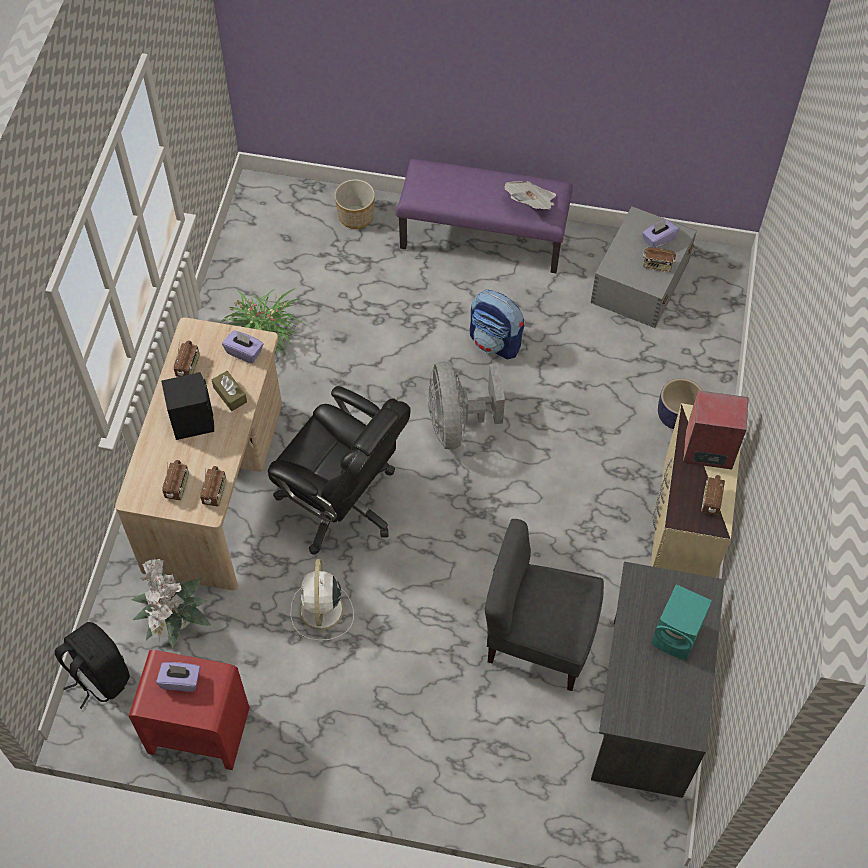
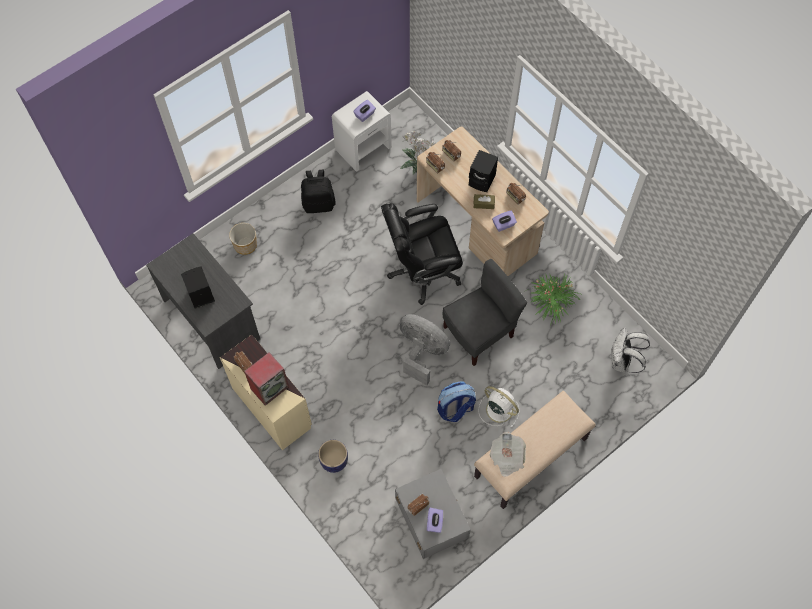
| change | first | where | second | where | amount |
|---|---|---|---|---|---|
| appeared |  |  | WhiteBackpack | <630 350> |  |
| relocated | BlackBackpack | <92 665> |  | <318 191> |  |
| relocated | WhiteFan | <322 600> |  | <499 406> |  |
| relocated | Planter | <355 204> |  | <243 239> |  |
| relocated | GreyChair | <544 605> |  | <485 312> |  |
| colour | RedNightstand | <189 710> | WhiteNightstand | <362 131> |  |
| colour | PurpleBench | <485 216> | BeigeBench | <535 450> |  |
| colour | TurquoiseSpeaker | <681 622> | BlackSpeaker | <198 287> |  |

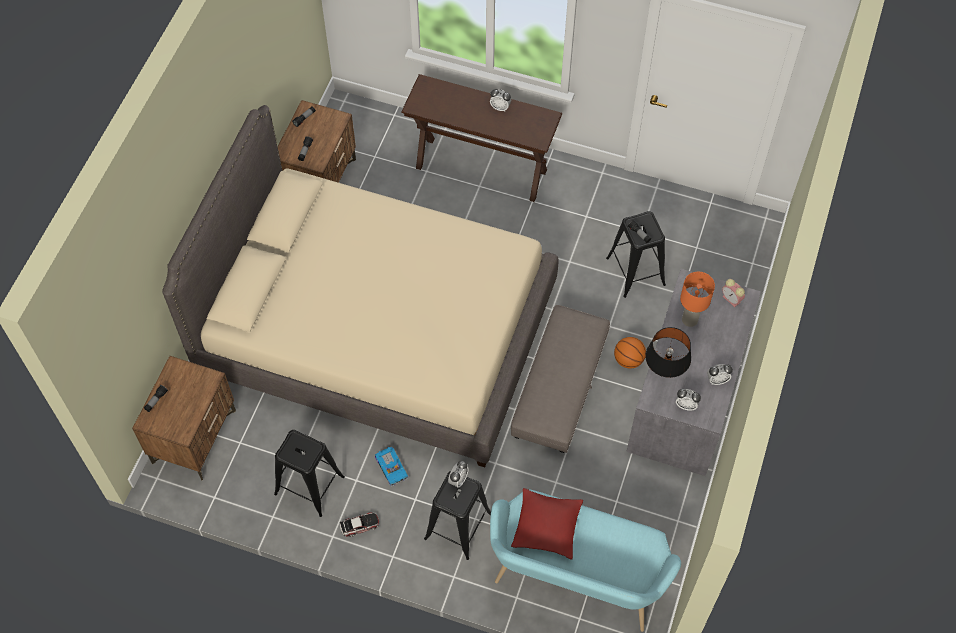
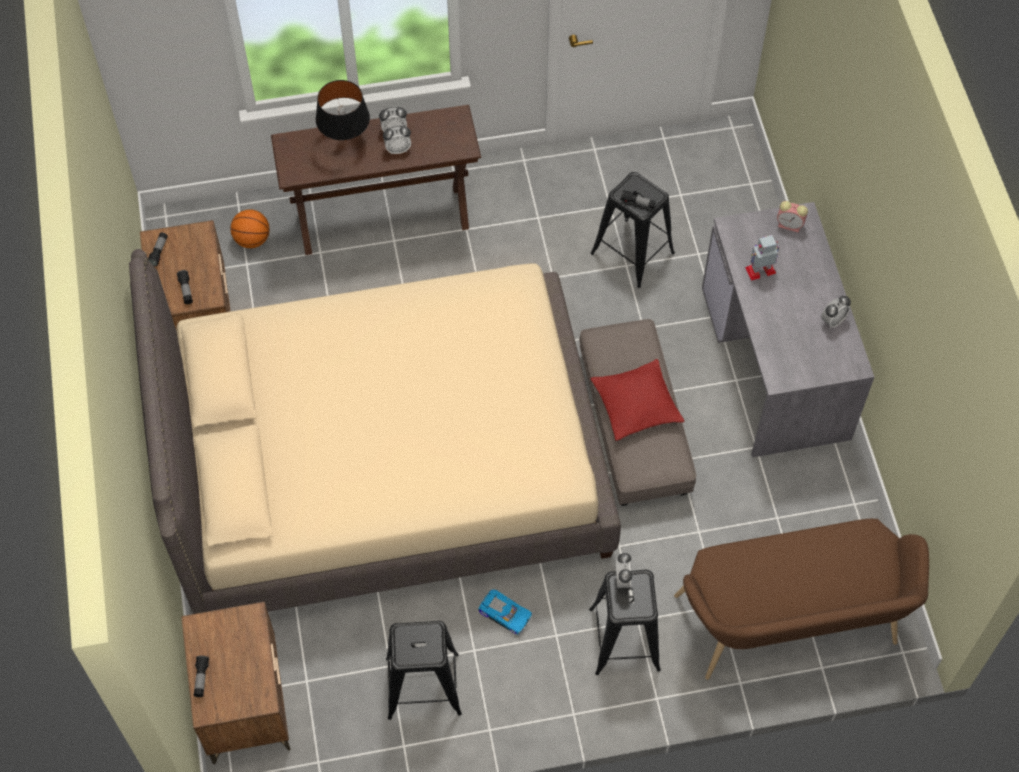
| change | first | where | second | where | amount |
|---|---|---|---|---|---|
| missing | ToyCar | <359 524> |  |  |  |
| relocated | RedPillow | <547 524> |  | <637 400> |  |
| relocated | Basketball | <630 353> |  | <250 228> |  |
| relocated | BlackTableLamp | <668 352> |  | <343 110> |  |
| relocated | AlarmClock | <688 400> |  | <397 140> |  |
| exchanged | OrangeTableLamp | <697 299> | ToyRobot | <762 257> |  |
| colour | TurquoiseBench | <585 560> | BrownBench | <801 599> |  |

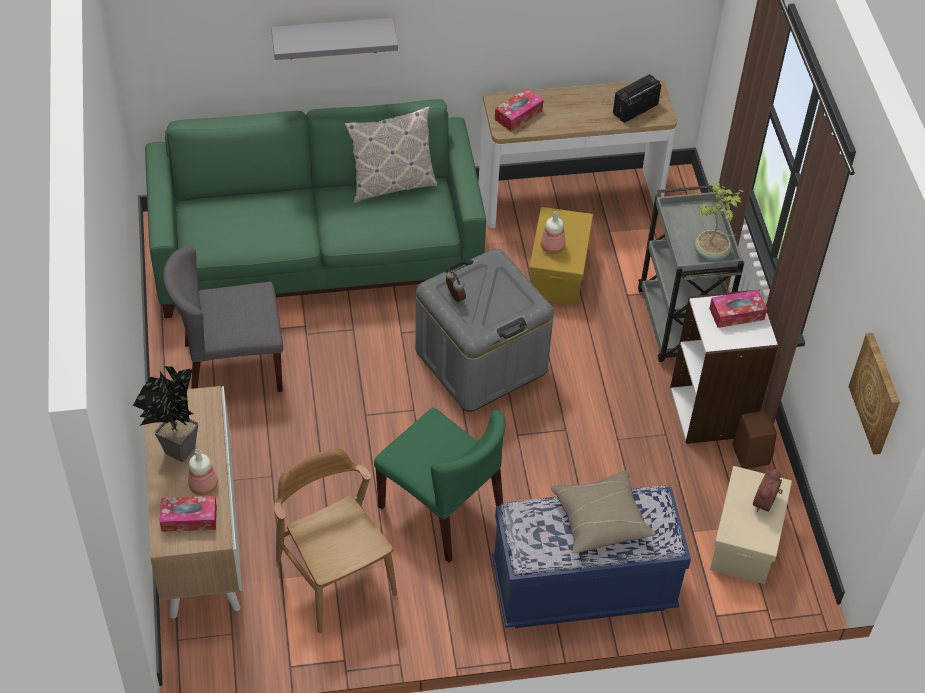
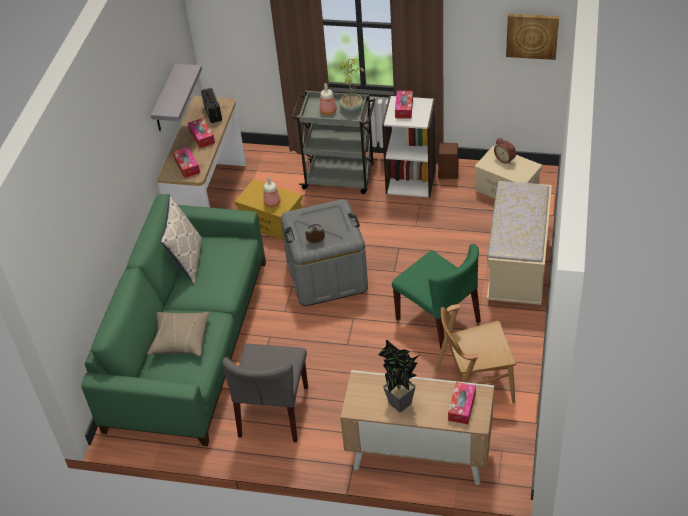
| change | first | where | second | where | amount |
|---|---|---|---|---|---|
| appeared |  |  | TissueBox | <201 133> |  |
| relocated | Bottle | <203 472> |  | <328 99> |  |
| relocated | GreyShelf | <334 39> |  | <176 97> |  |
| relocated | BeigePillow | <603 511> |  | <178 333> |  |
| colour | BlueBench | <591 557> | BeigeBench | <519 243> |  |
| spun | GreenChair | <439 485> |  | <436 298> | 75 degrees clockwise |

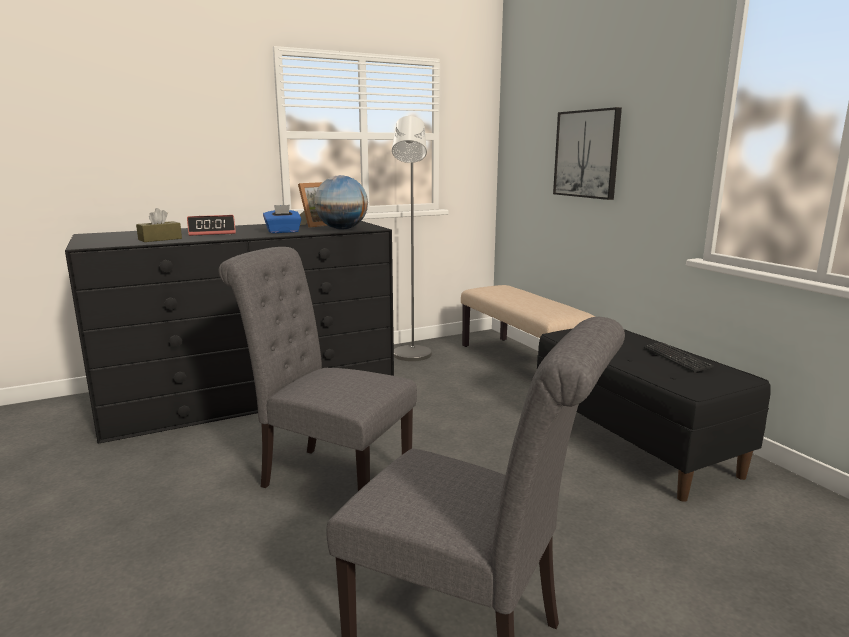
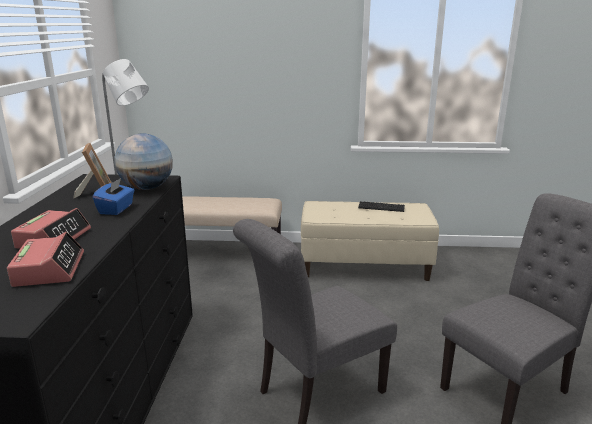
| change | first | where | second | where | amount |
|---|---|---|---|---|---|
| missing | Picture | <587 153> |  |  |  |
| exchanged | BrownTissueBox | <159 225> | AlarmClock | <45 259> |  |
| colour | BlackBench | <654 415> | BeigeBench | <370 241> |  |

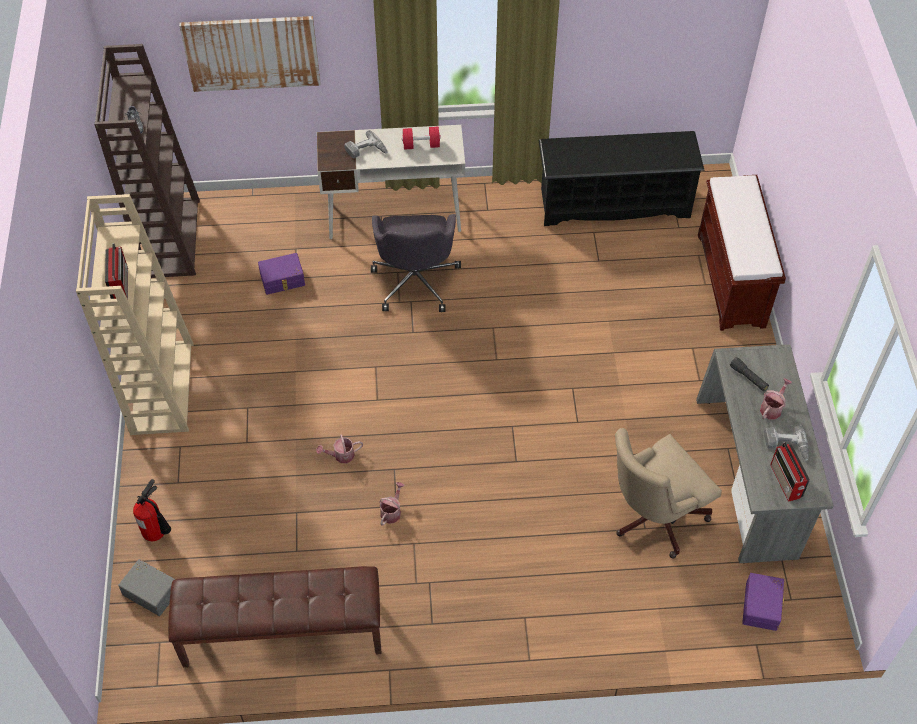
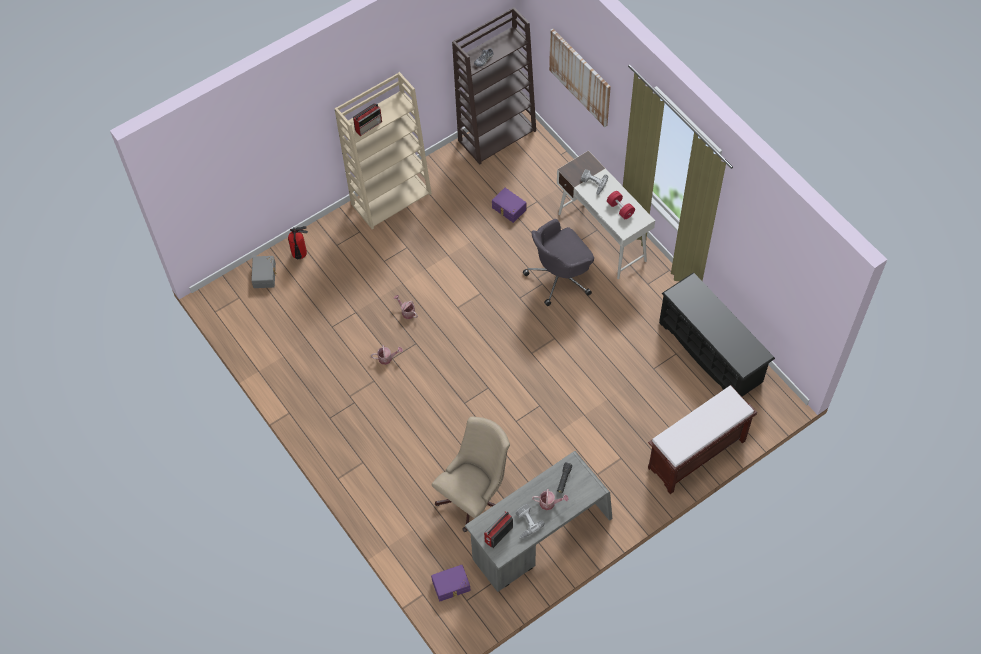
| change | first | where | second | where | amount |
|---|---|---|---|---|---|
| missing | BrownBench | <274 616> |  |  |  |
| spun | BeigeOfficeChair | <668 493> |  | <471 474> | 105 degrees clockwise |

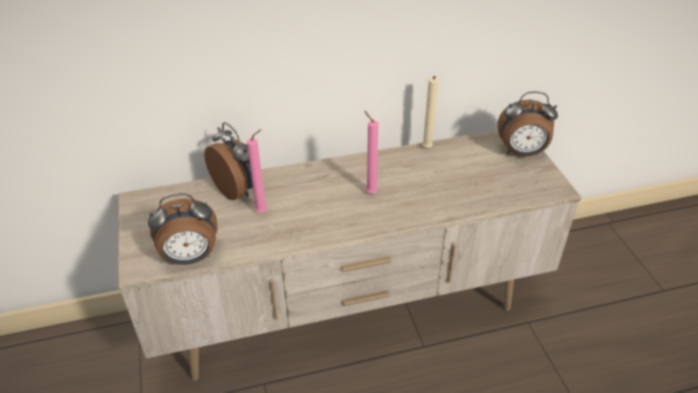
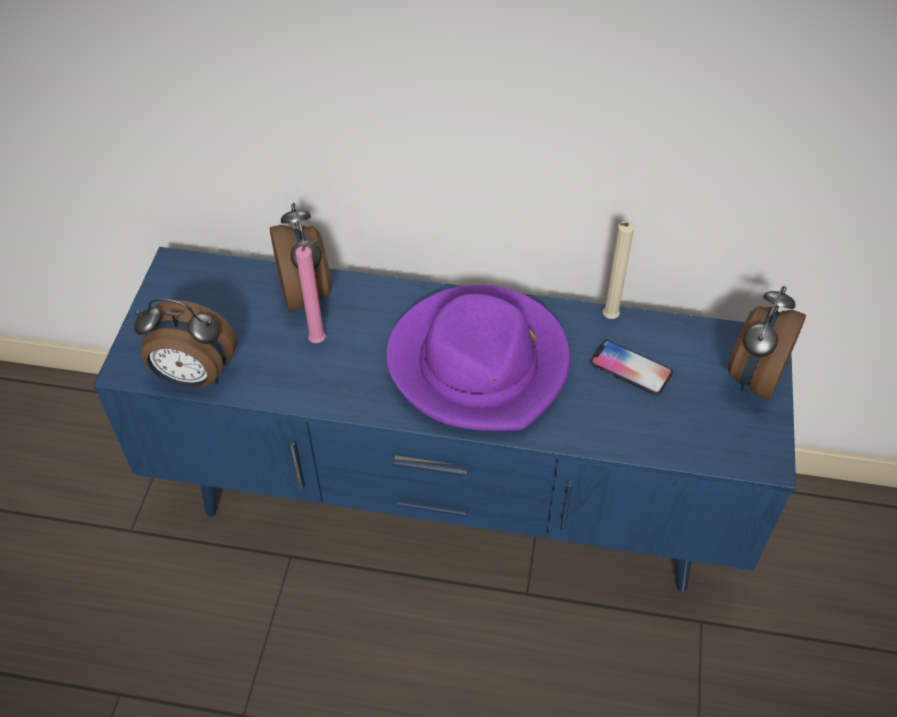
| change | first | where | second | where | amount |
|---|---|---|---|---|---|
| appeared |  |  | Phone | <631 367> |  |
| exchanged | PinkCandle | <371 152> | PurpleHat | <479 358> |  |
| colour | BeigeTvStand | <350 255> | BlueTvStand | <444 419> |  |
| spun | AlarmClock | <527 124> |  | <767 343> | 90 degrees clockwise |

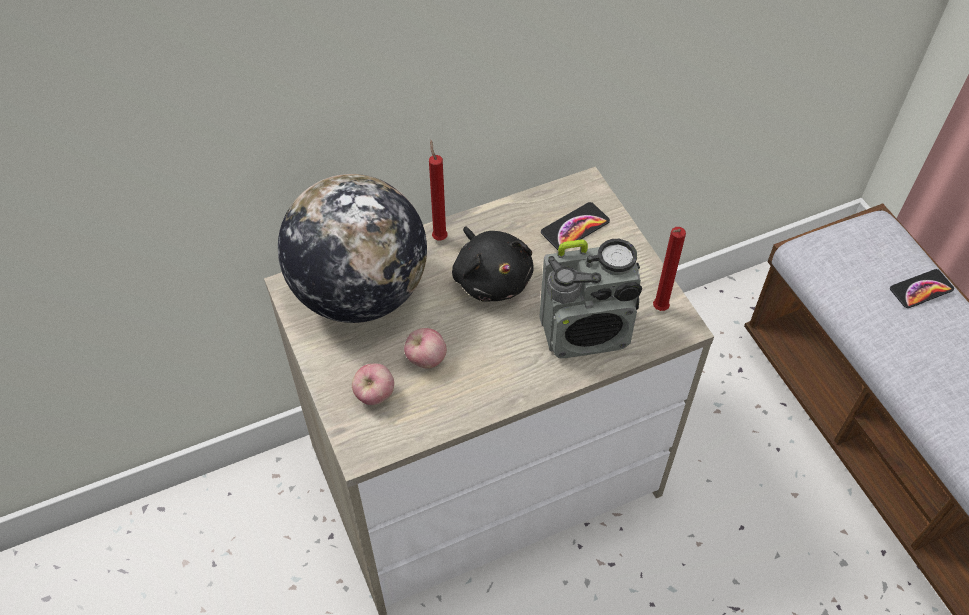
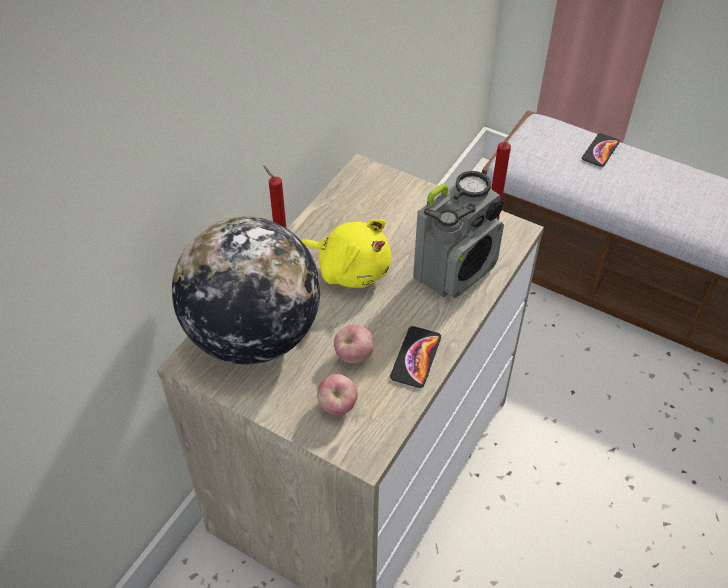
| change | first | where | second | where | amount |
|---|---|---|---|---|---|
| relocated | Phone | <575 226> |  | <415 357> |  |
| colour | BlackPlushToy | <493 264> | YellowPlushToy | <346 253> |  |

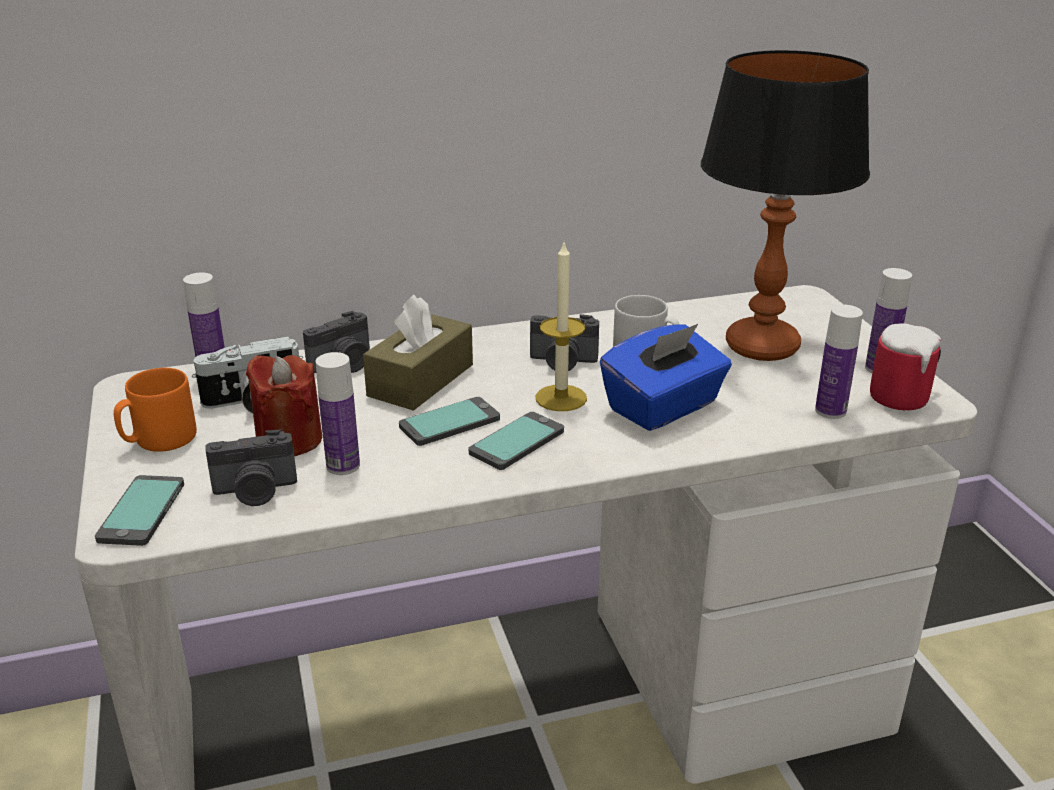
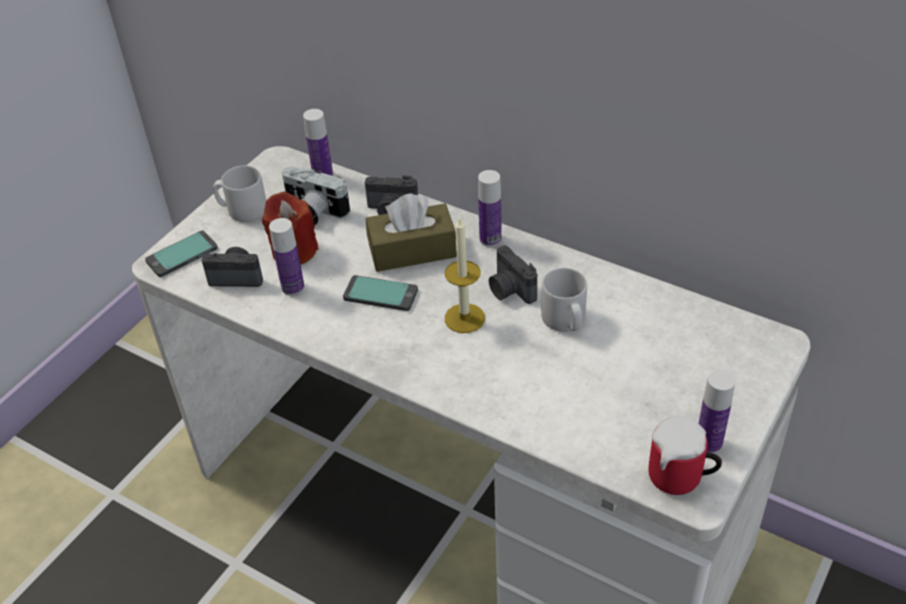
| change | first | where | second | where | amount |
|---|---|---|---|---|---|
| missing | Phone | <516 441> |  |  |  |
| missing | BlueTissueBox | <666 377> |  |  |  |
| missing | TableLamp | <785 205> |  |  |  |
| relocated | Bottle | <839 362> |  | <490 208> |  |
| colour | OrangeMug | <155 410> | GreyMug | <240 193> |  |
| spun | PhotoCamera | <251 467> |  | <232 267> | 150 degrees clockwise |

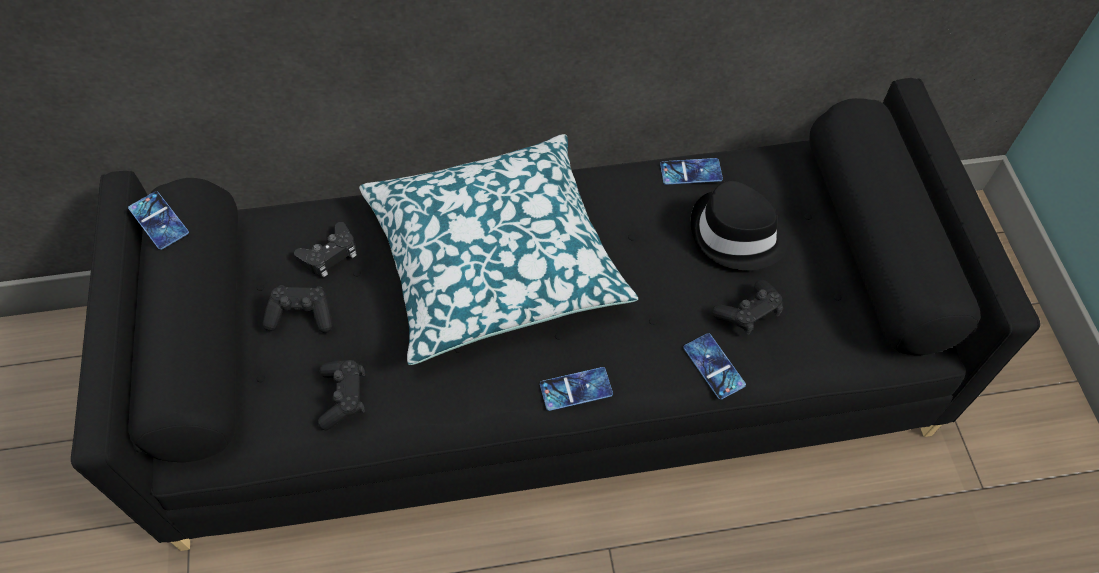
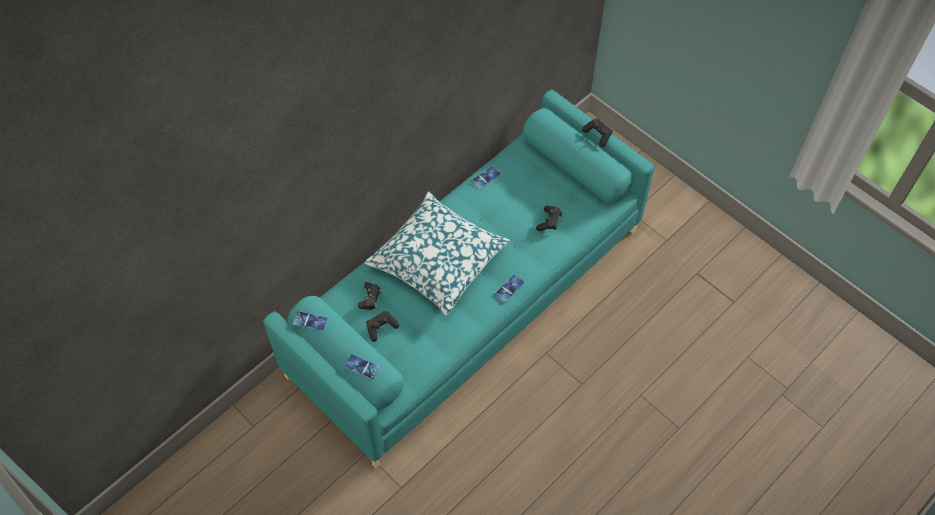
| change | first | where | second | where | amount |
|---|---|---|---|---|---|
| missing | BlackHat | <739 225> |  |  |  |
| relocated | BlackGameController | <341 395> |  | <597 132> |  |
| relocated | Phone | <714 366> |  | <362 367> |  |
| colour | BlackSofa | <555 314> | TurquoiseSofa | <459 278> |  |

